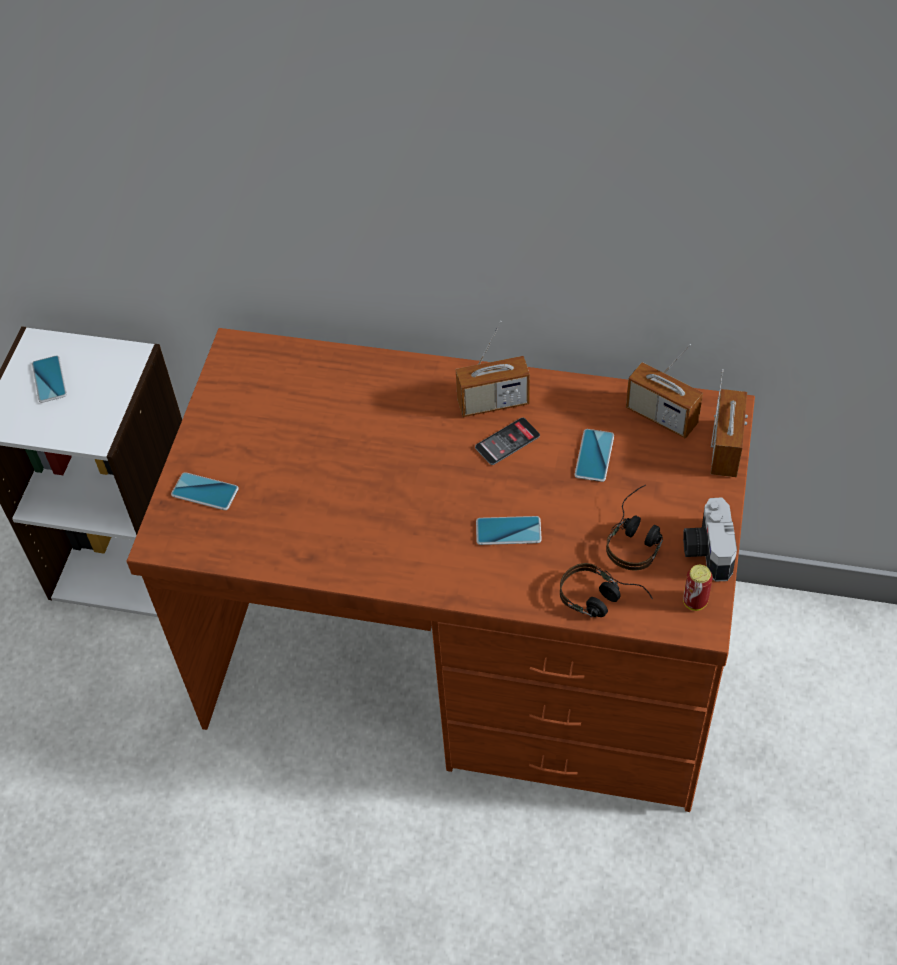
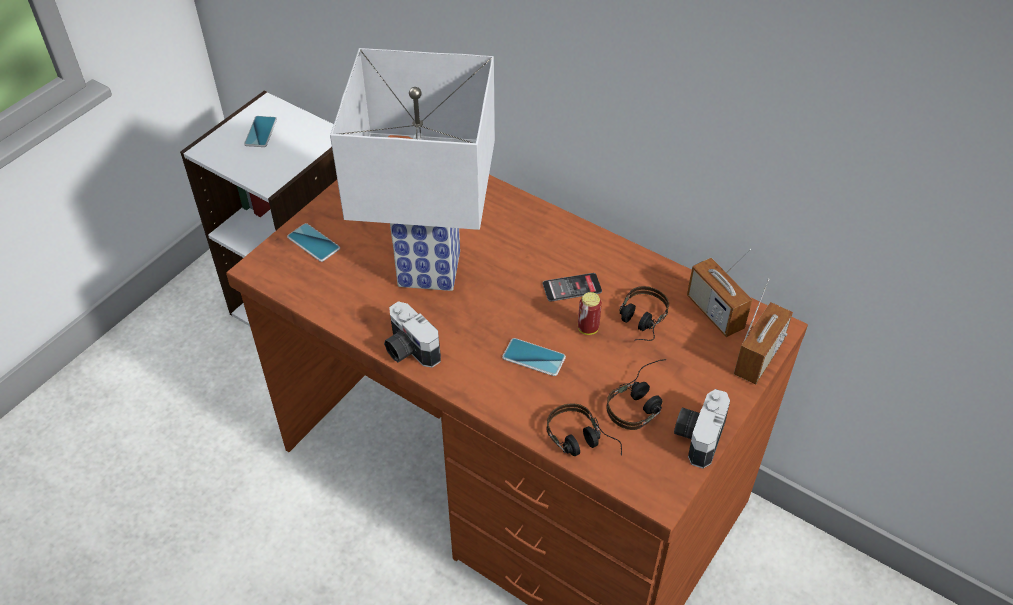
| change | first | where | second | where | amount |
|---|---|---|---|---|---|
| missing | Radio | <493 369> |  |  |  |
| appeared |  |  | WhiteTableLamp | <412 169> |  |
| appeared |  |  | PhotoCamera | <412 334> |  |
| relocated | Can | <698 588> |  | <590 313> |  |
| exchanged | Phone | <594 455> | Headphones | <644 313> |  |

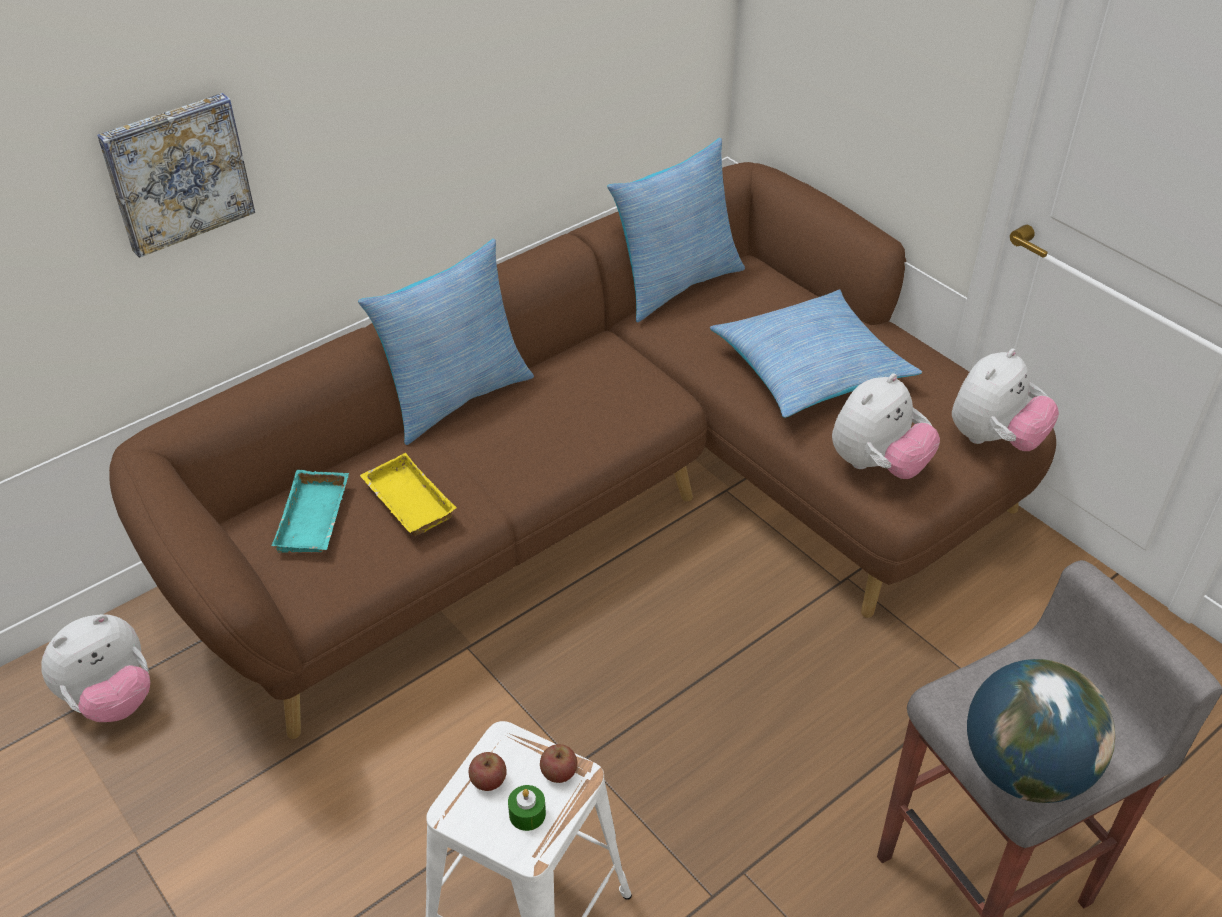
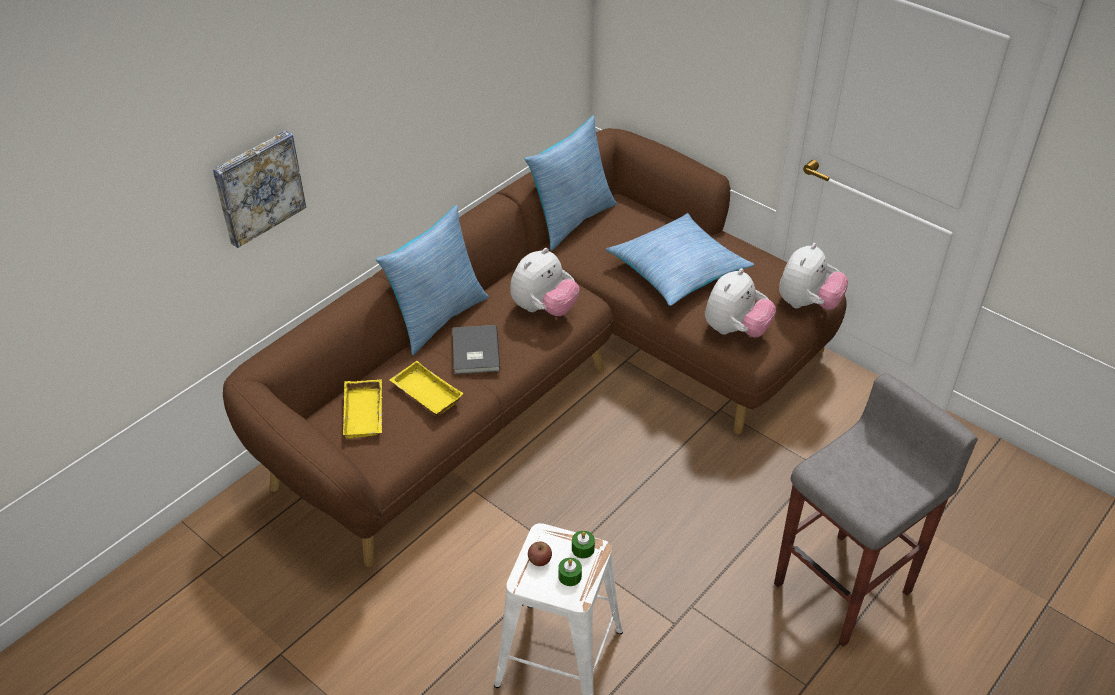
| change | first | where | second | where | amount |
|---|---|---|---|---|---|
| missing | Globe | <1041 731> |  |  |  |
| appeared |  |  | GreyBook | <476 349> |  |
| relocated | PlushToy | <95 668> |  | <545 282> |  |
| exchanged | Apple | <558 763> | GreenCandle | <583 544> |  |
| colour | TurquoiseTray | <310 511> | YellowTray | <362 409> |  |

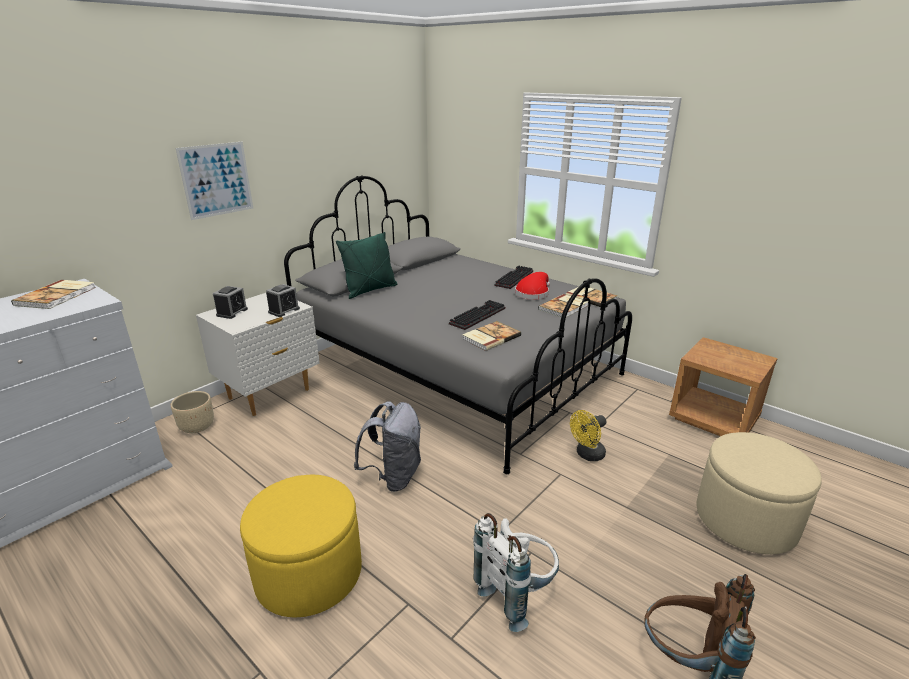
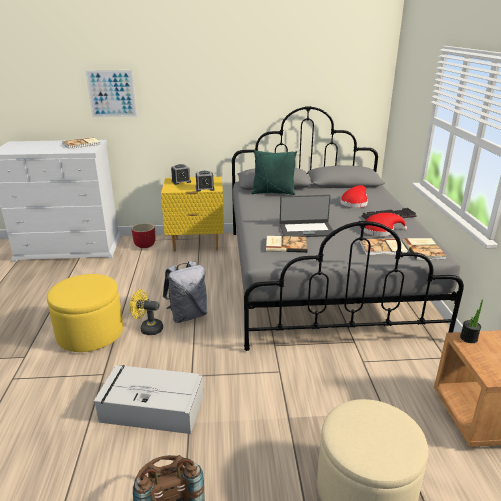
| change | first | where | second | where | amount |
|---|---|---|---|---|---|
| appeared |  |  | RedHat | <354 196> |  |
| appeared |  |  | PottedPlant | <471 321> |  |
| relocated | Picture | <214 181> |  | <111 93> |  |
| relocated | YellowFan | <588 435> |  | <146 312> |  |
| exchanged | Keyboard | <477 315> | Laptop | <307 216> |  |
| exchanged | WhiteBackpack | <516 572> | GreyStorageBox | <149 399> |  |
| colour | BeigePlanter | <192 412> | RedPlanter | <144 235> |  |
| colour | WhiteNightstand | <257 354> | YellowNightstand | <192 214> |  |

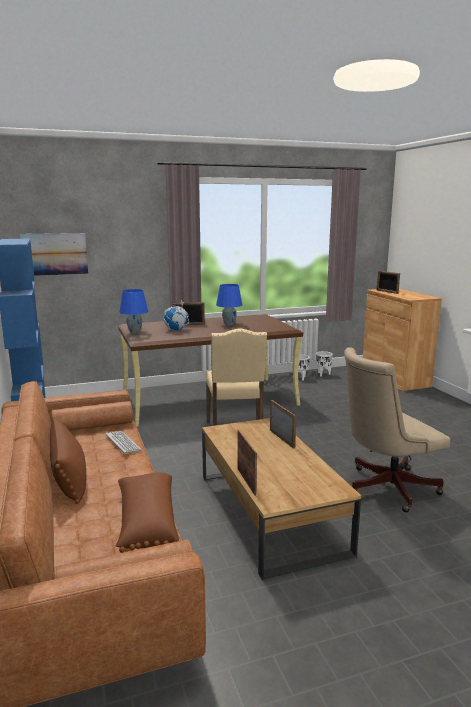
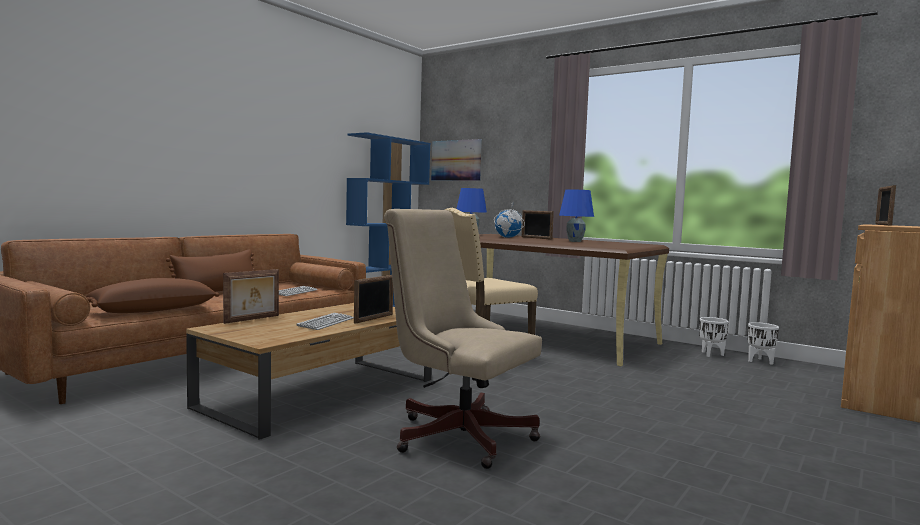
| change | first | where | second | where | amount |
|---|---|---|---|---|---|
| appeared |  |  | Keyboard | <325 321> |  |

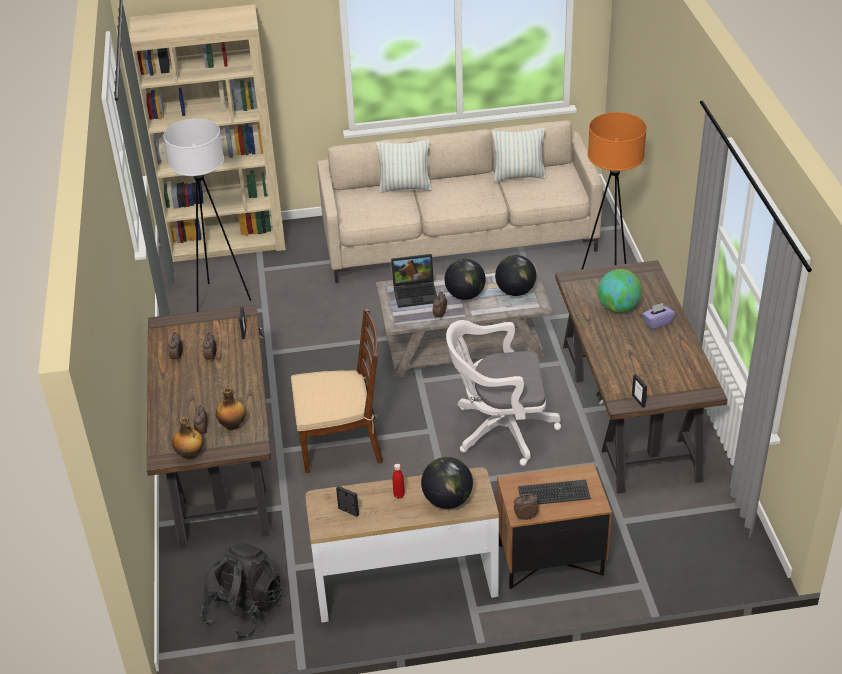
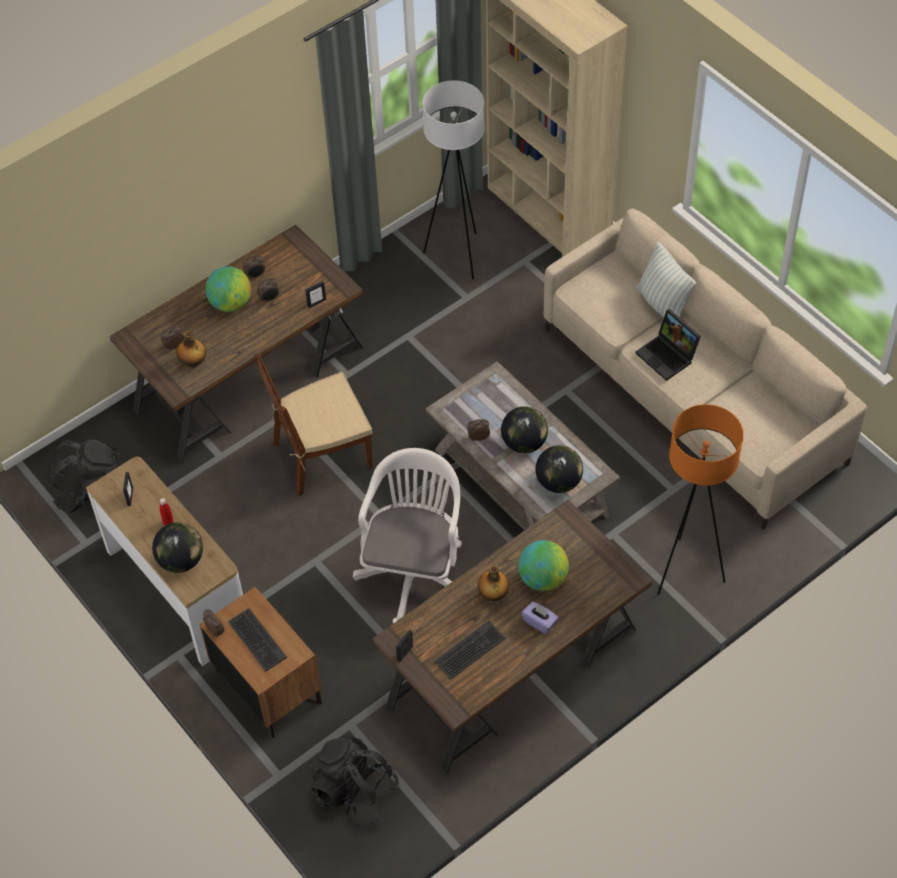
| change | first | where | second | where | amount |
|---|---|---|---|---|---|
| missing | Pillow | <519 155> |  |  |  |
| appeared |  |  | Globe | <228 289> |  |
| appeared |  |  | BlackBackpack | <355 782> |  |
| appeared |  |  | Keyboard | <469 649> |  |
| relocated | Bottle | <187 438> |  | <493 583> |  |
| relocated | Laptop | <414 281> |  | <668 345> |  |
| spun | BrownChair | <337 391> |  | <314 424> | 105 degrees clockwise |
| spun | WhiteOfficeChair | <503 393> |  | <407 535> | 45 degrees clockwise |

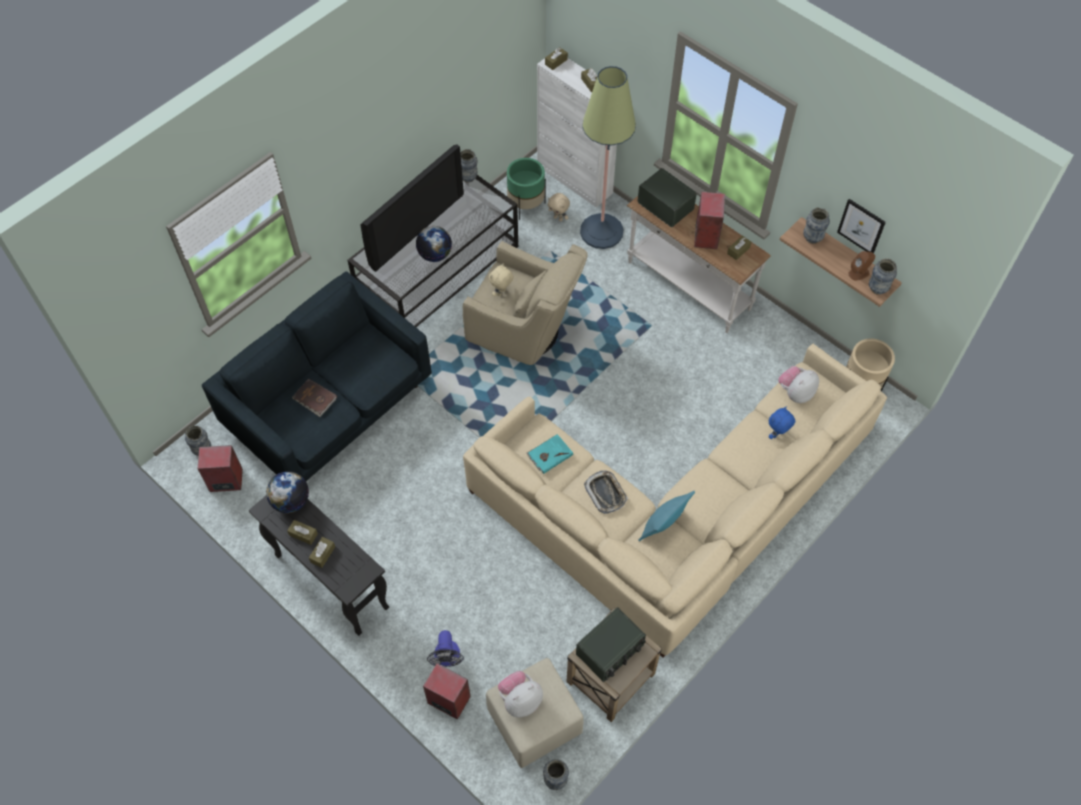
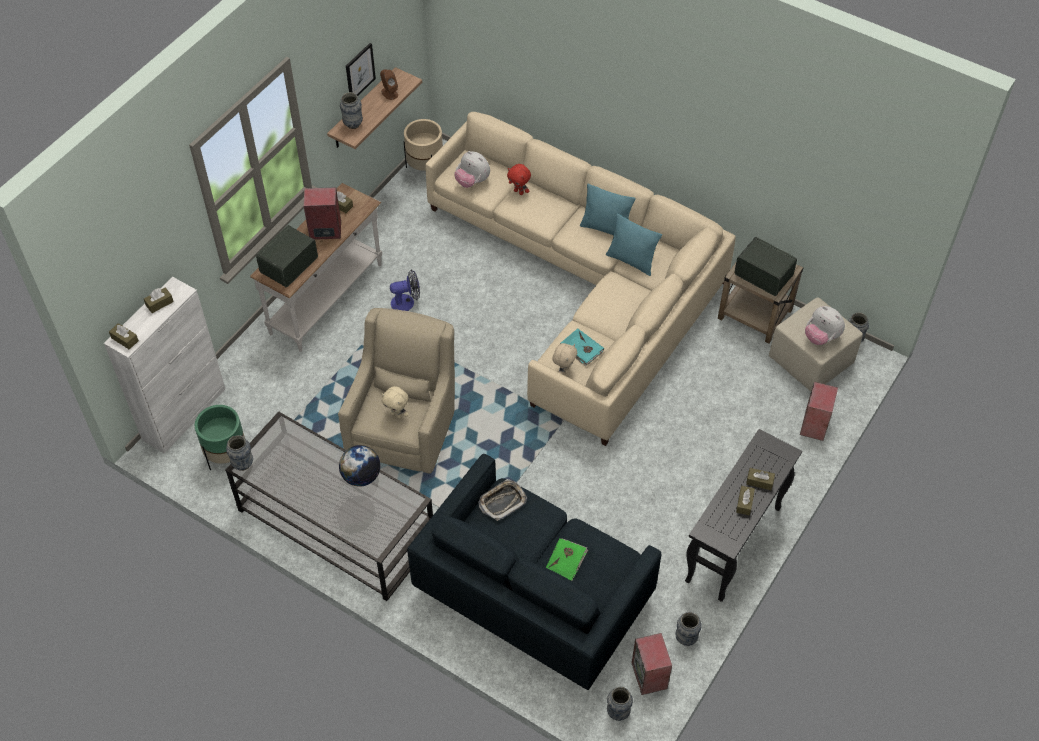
| change | first | where | second | where | amount |
|---|---|---|---|---|---|
| missing | Globe | <287 492> |  |  |  |
| missing | Television | <412 208> |  |  |  |
| missing | FloorLamp | <608 157> |  |  |  |
| appeared |  |  | TurquoisePillow | <608 209> |  |
| relocated | Fan | <445 648> |  | <405 290> |  |
| relocated | BeigePlushToy | <559 207> |  | <564 359> |  |
| relocated | Tray | <606 492> |  | <503 500> |  |
| relocated | Vase | <883 277> |  | <688 629> |  |
| colour | BrownBook | <314 398> | GreenBook | <567 559> |  |
| colour | BluePlushToy | <782 422> | RedPlushToy | <519 179> |  |

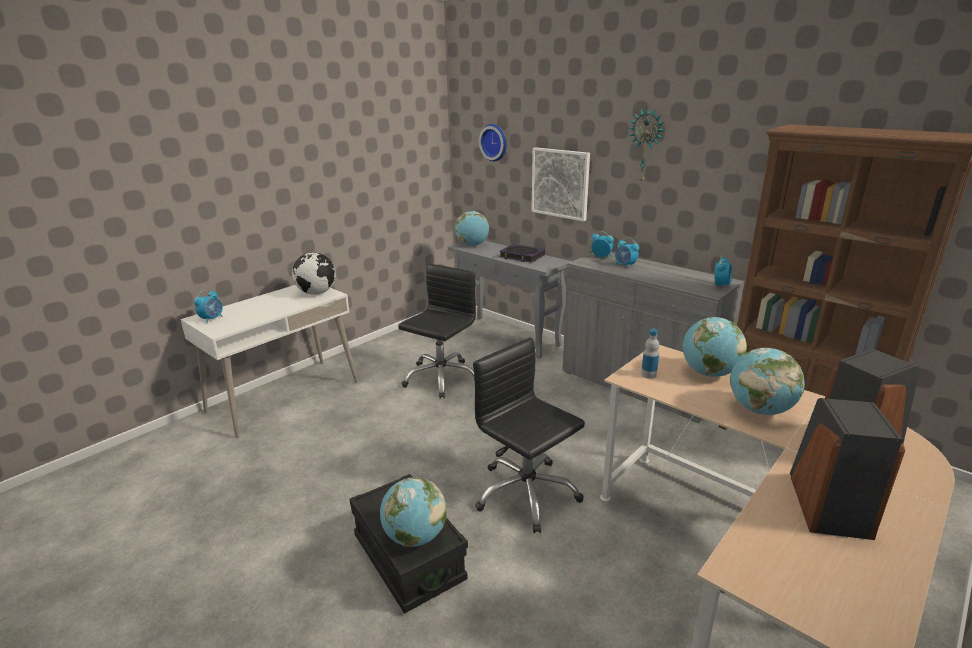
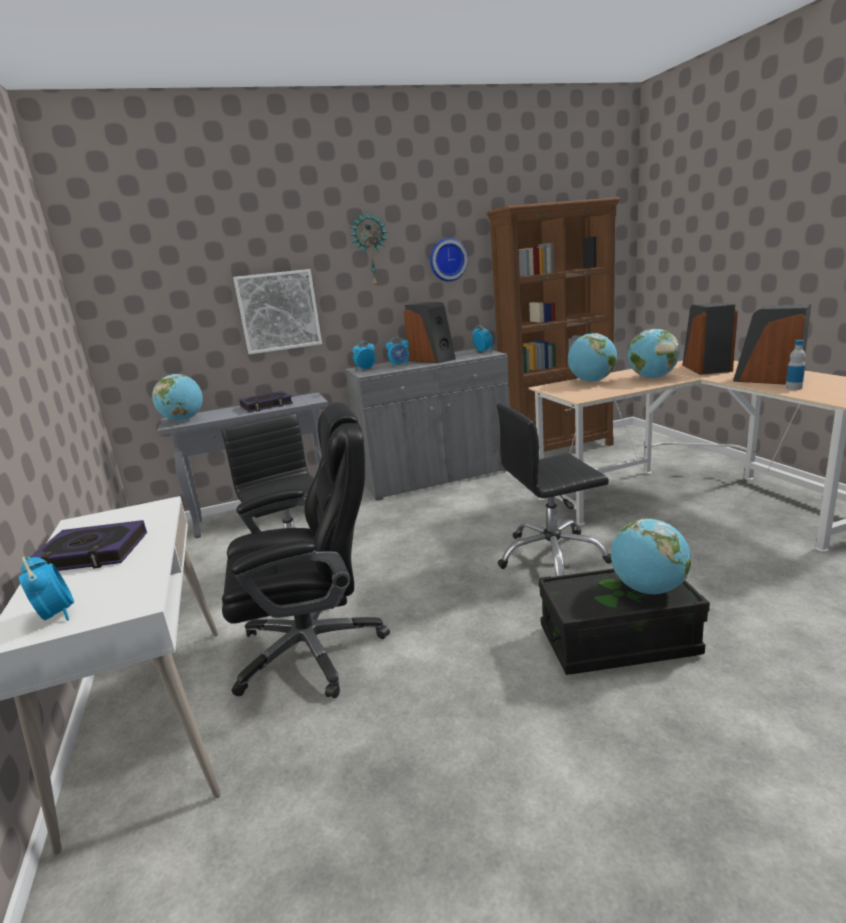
| change | first | where | second | where | amount |
|---|---|---|---|---|---|
| missing | Globe | <314 273> |  |  |  |
| appeared |  |  | Book | <89 545> |  |
| appeared |  |  | BlackOfficeChair | <306 550> |  |
| appeared |  |  | Speaker | <430 332> |  |
| relocated | WallClock | <493 143> |  | <449 260> |  |
| relocated | Bottle | <650 354> |  | <796 365> |  |

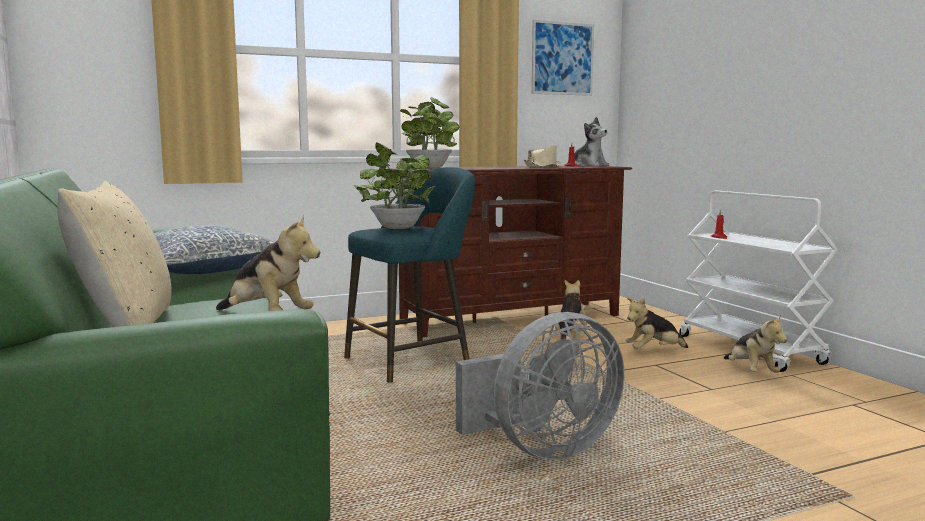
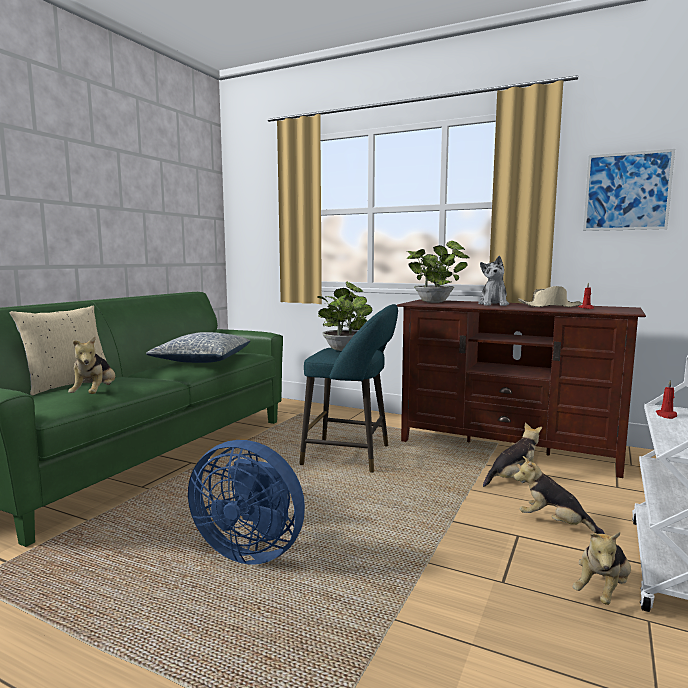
| change | first | where | second | where | amount |
|---|---|---|---|---|---|
| relocated | PlushToy | <591 141> |  | <493 281> |  |
| colour | GreyFan | <540 386> | BlueFan | <246 502> |  |

